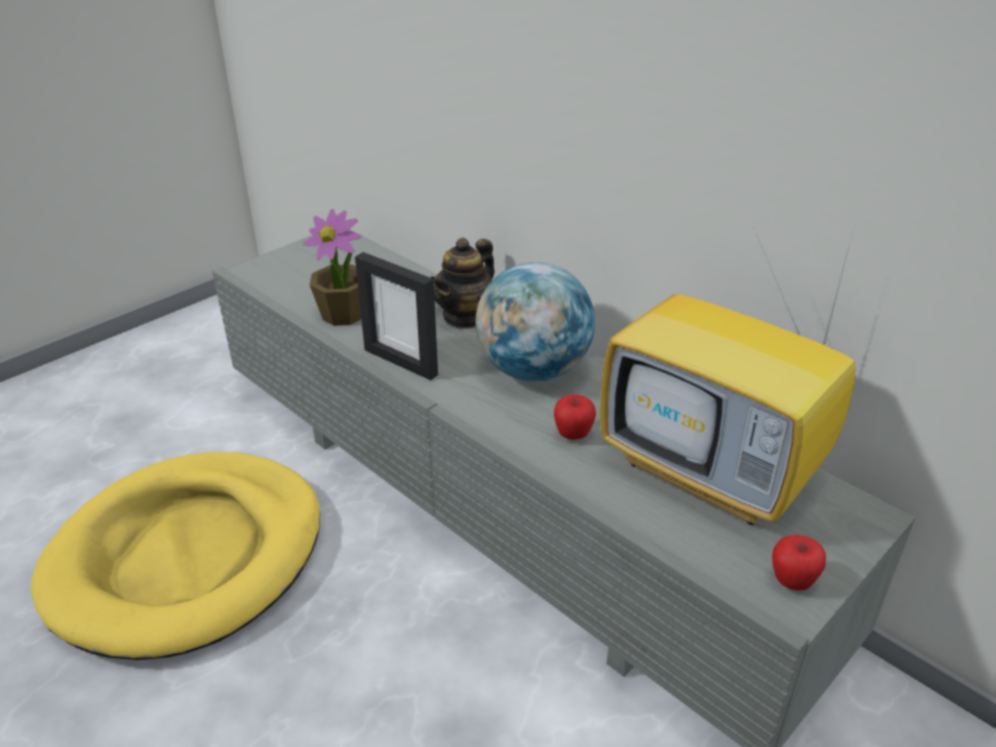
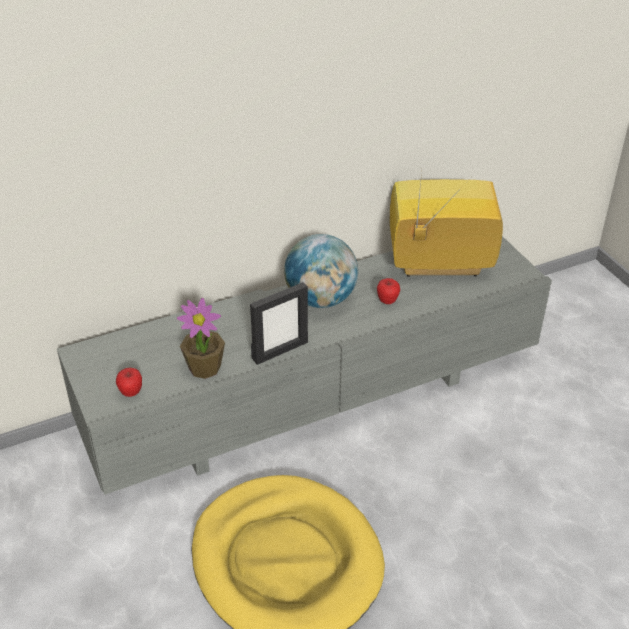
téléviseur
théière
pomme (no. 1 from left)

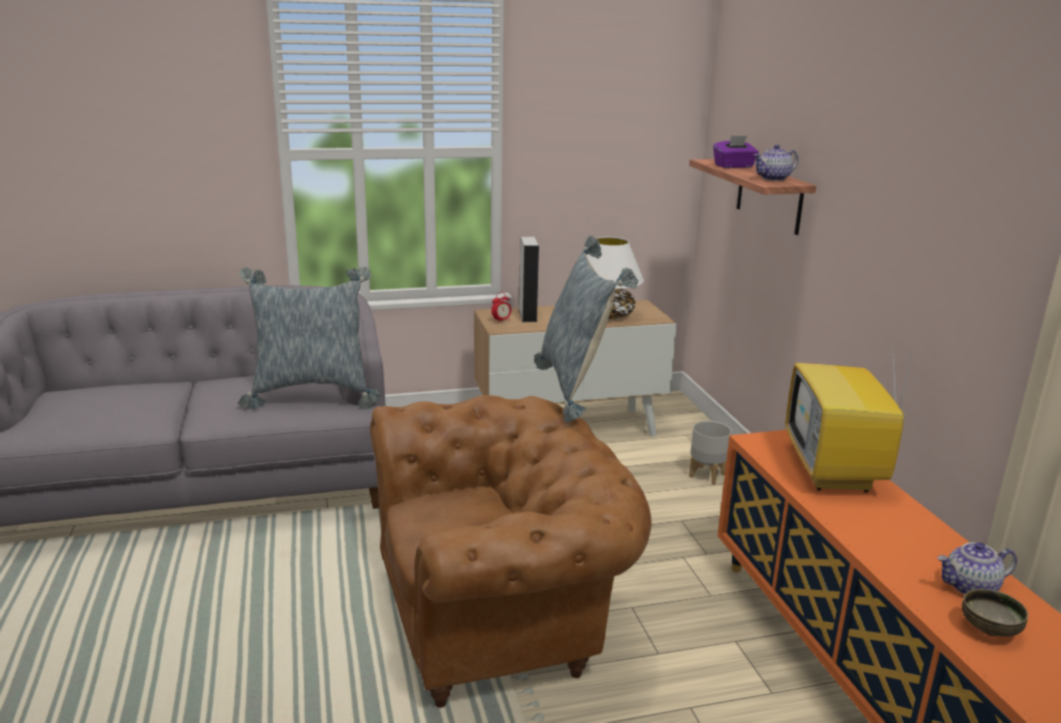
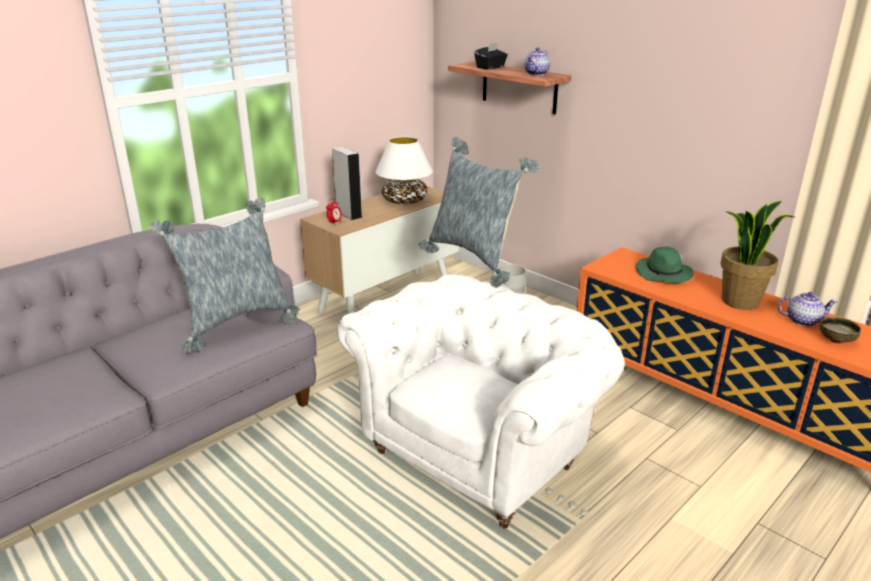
boîte à mouchoirs/noir
chapeau/vert
fauteuil/blanc
théière (no. 2 from left)
plante en pot

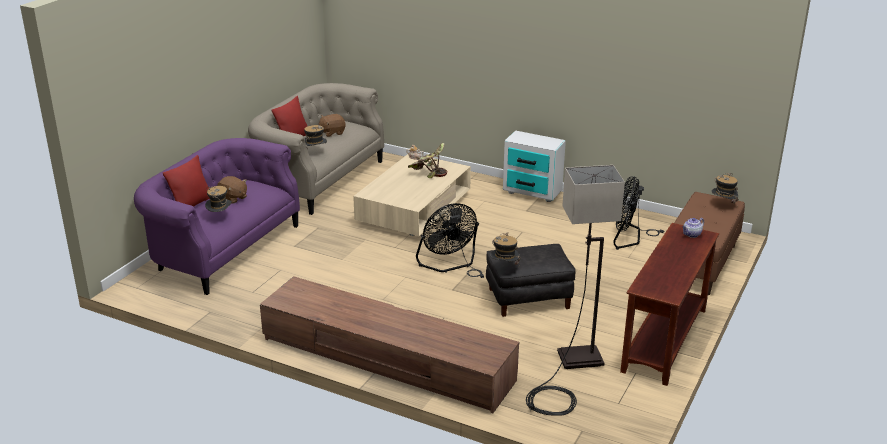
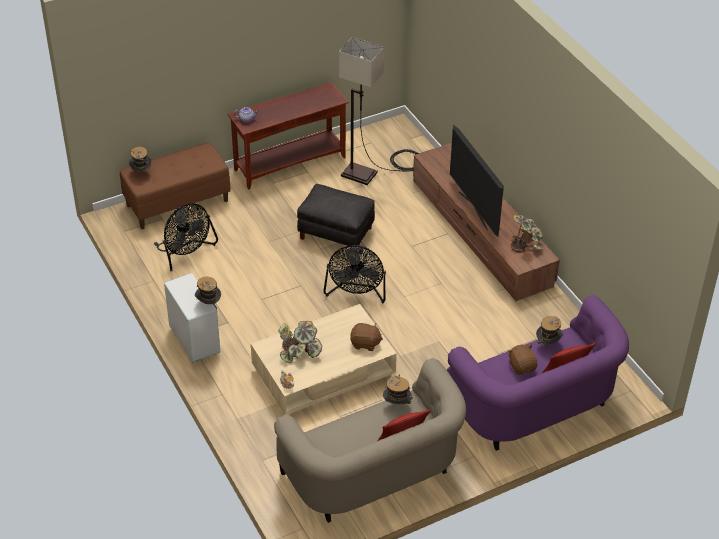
peluche/marron (no. 1 from left)
chapeau (no. 2 from left)
téléviseur
plante en pot (no. 2 from left)

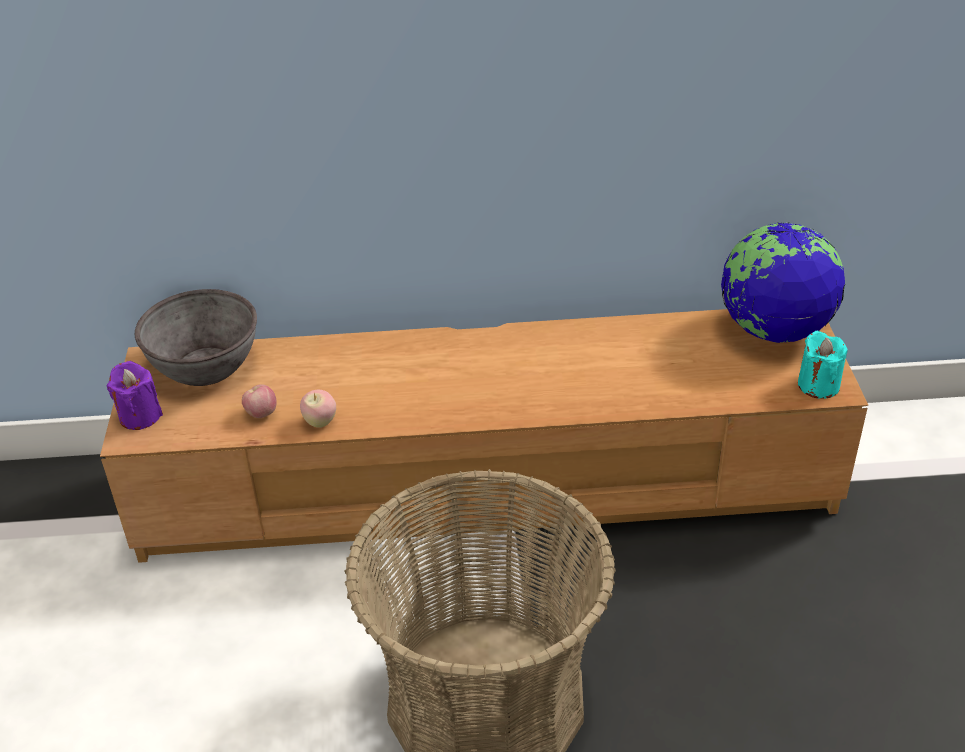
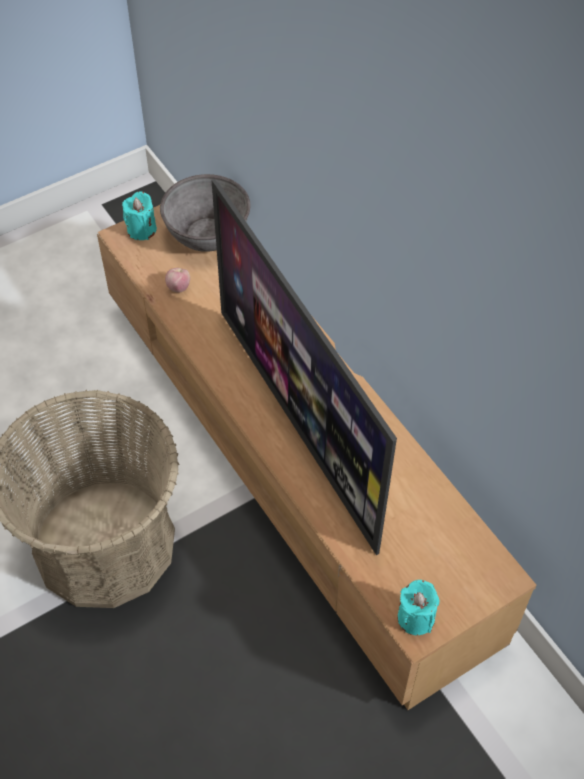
globe
bougie/turquoise (no. 1 from left)
pomme (no. 2 from left in the first image)
téléviseur

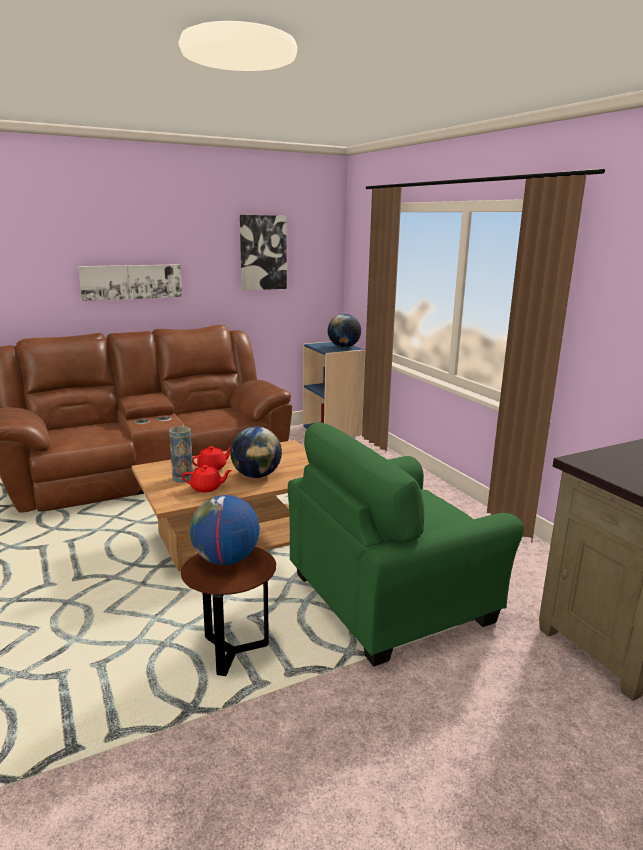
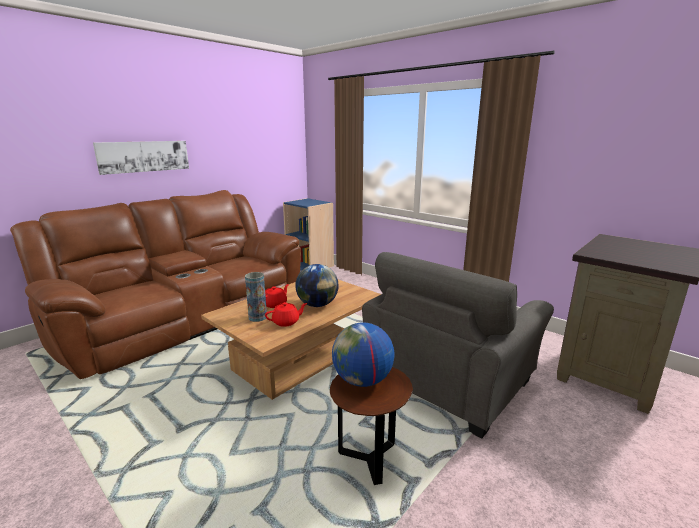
tableau (no. 2 from left in the first image)
globe (no. 3 from left in the first image)
fauteuil/gris

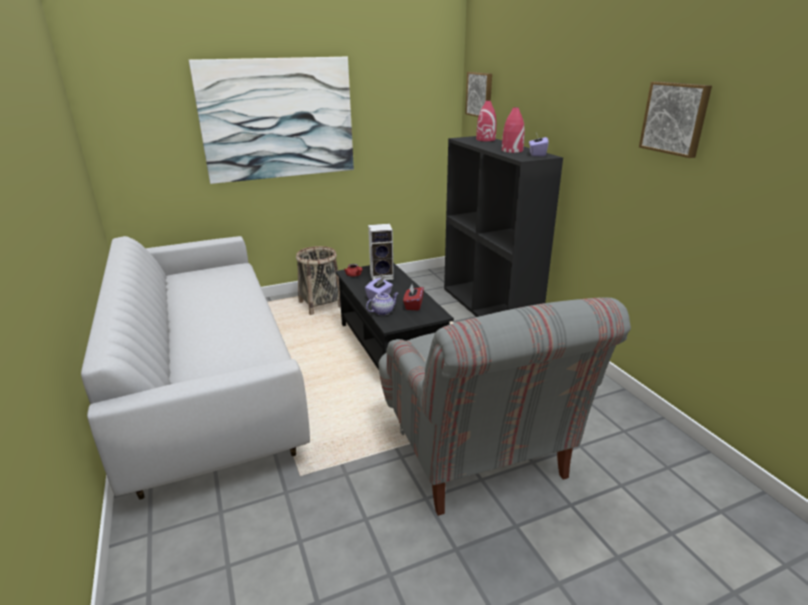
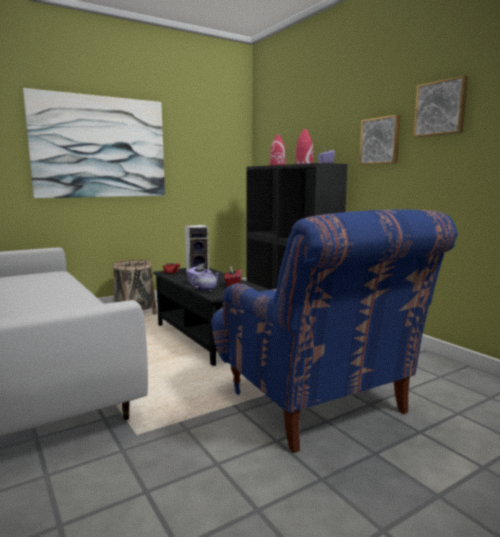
tableau (no. 2 from left)
fauteuil/bleu

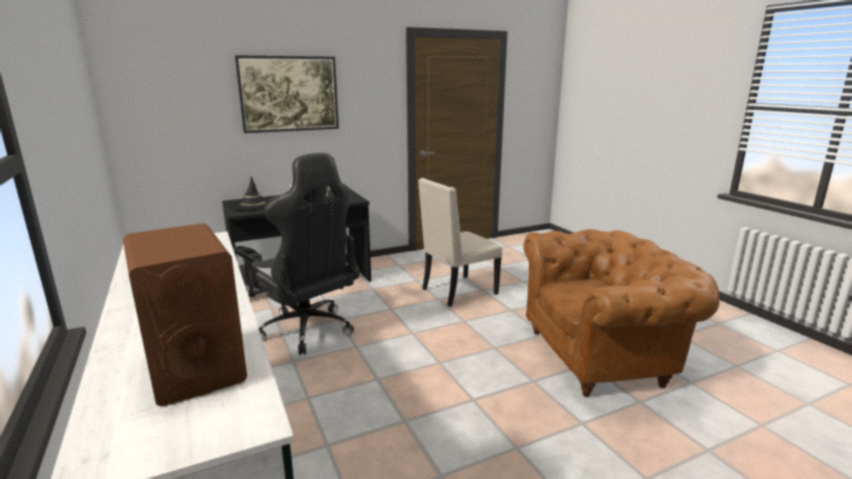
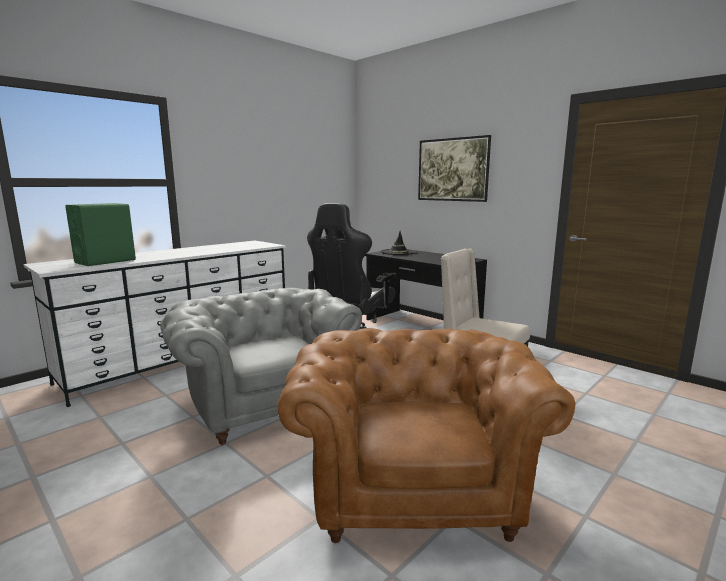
enceinte/vert
fauteuil/marron
fauteuil/gris

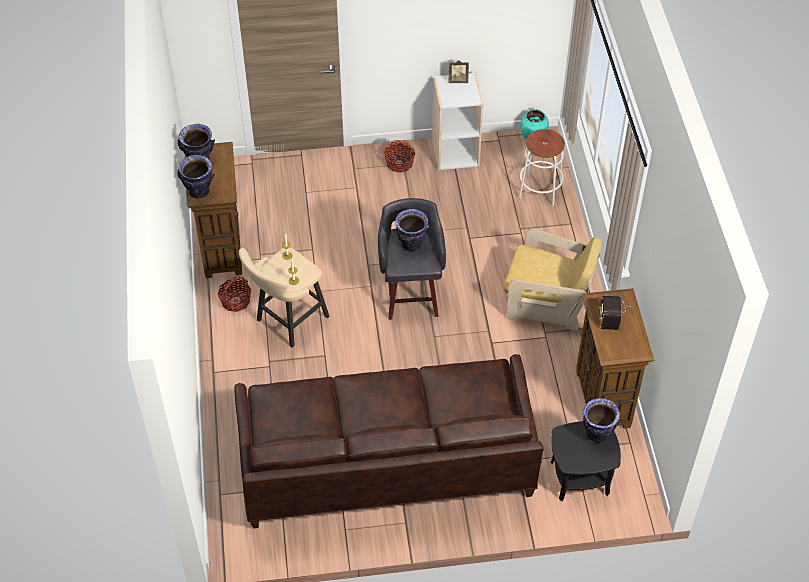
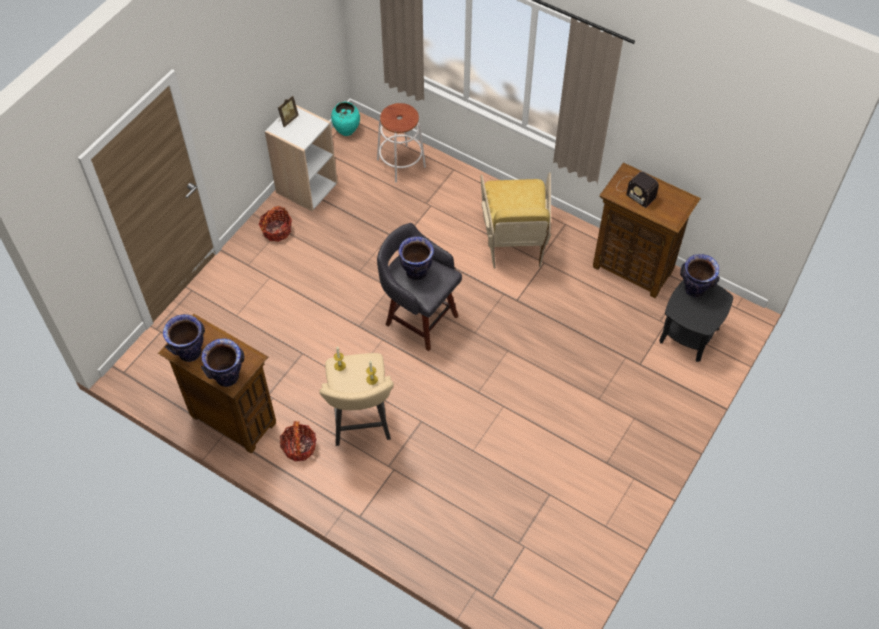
fauteuil/jaune
canapé/marron

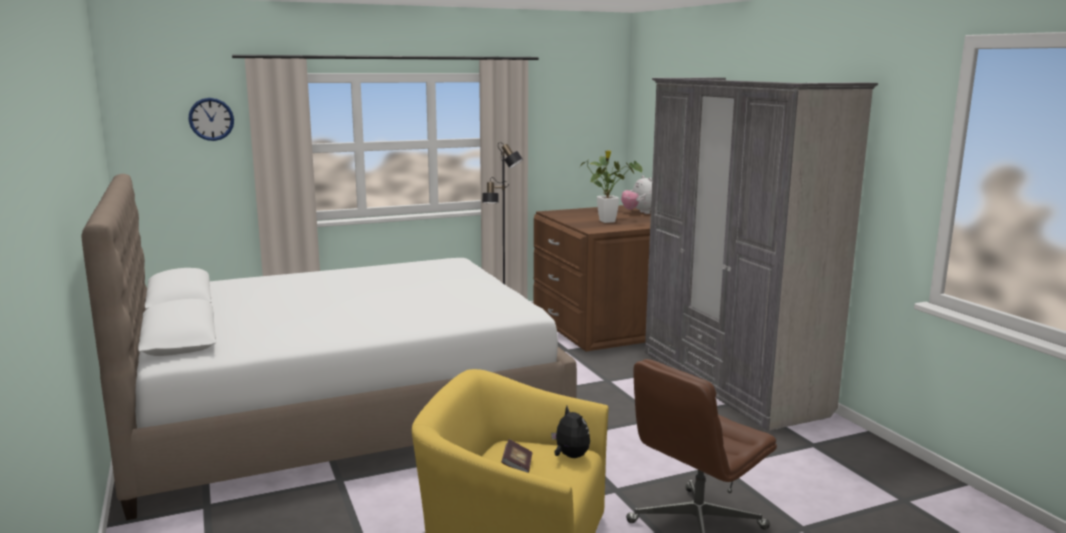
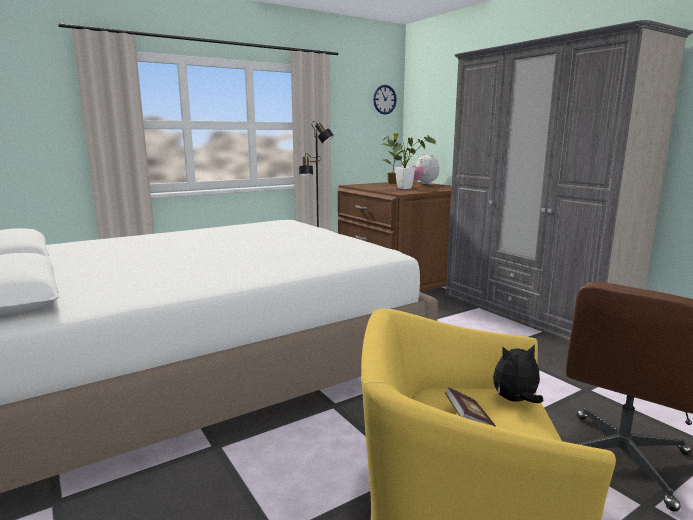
horloge murale
peluche (no. 2 from left)

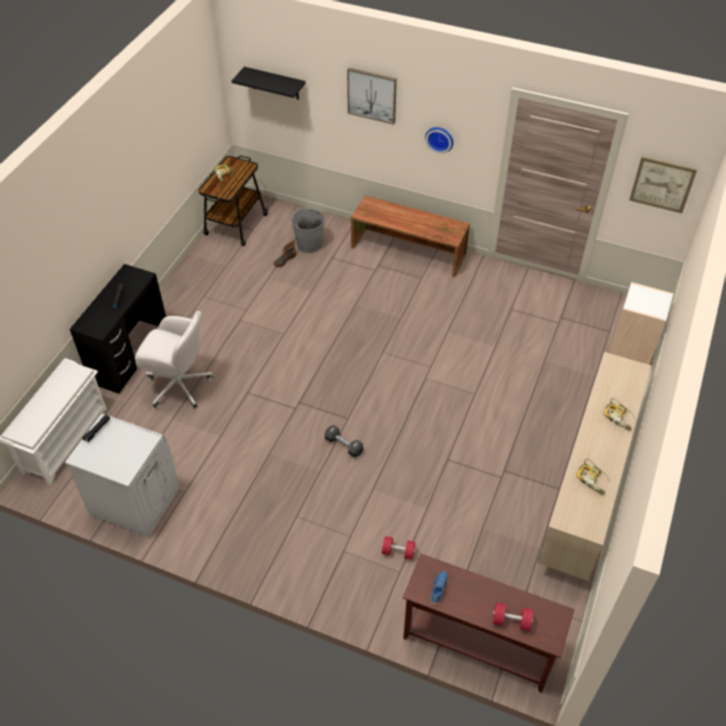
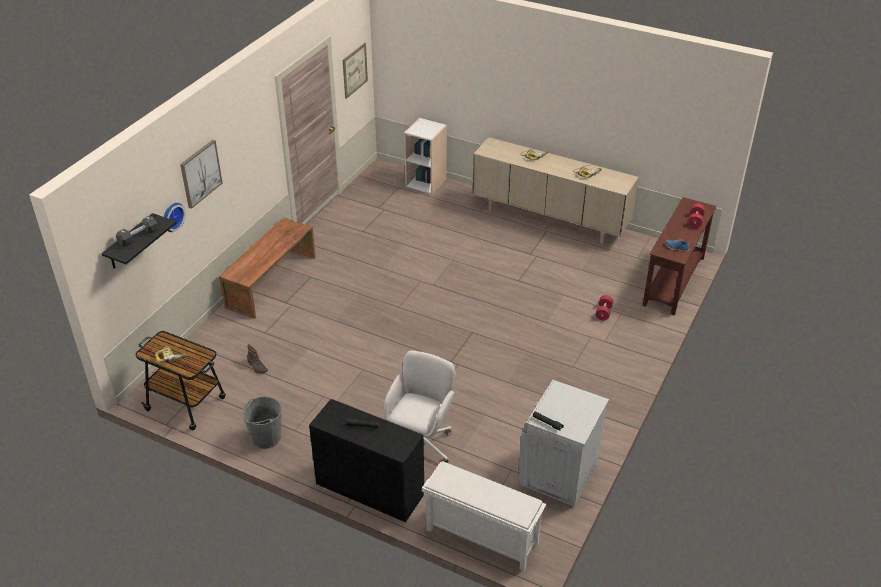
horloge murale
seau/gris
haltère/noir

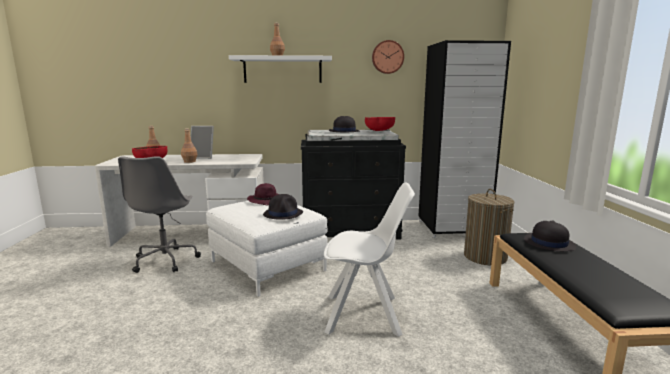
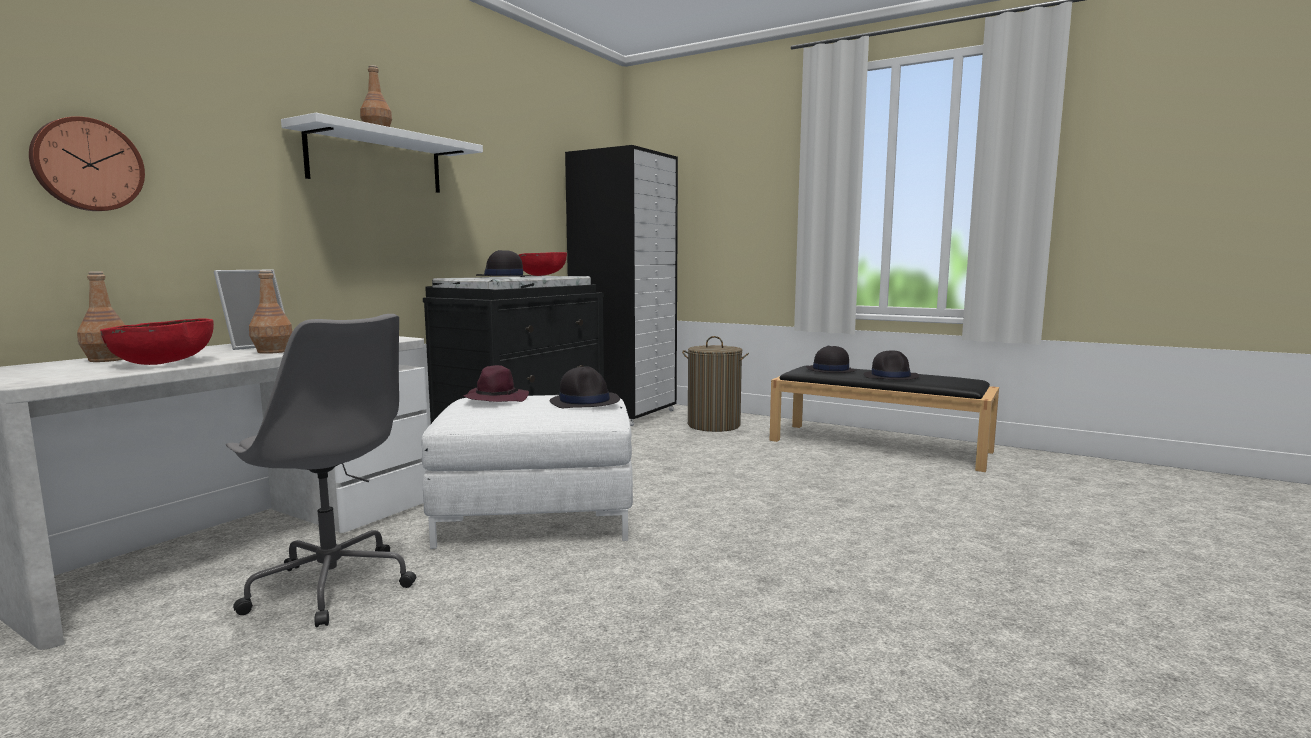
horloge murale
chaise/blanc
chapeau/noir (no. 4 from left)

